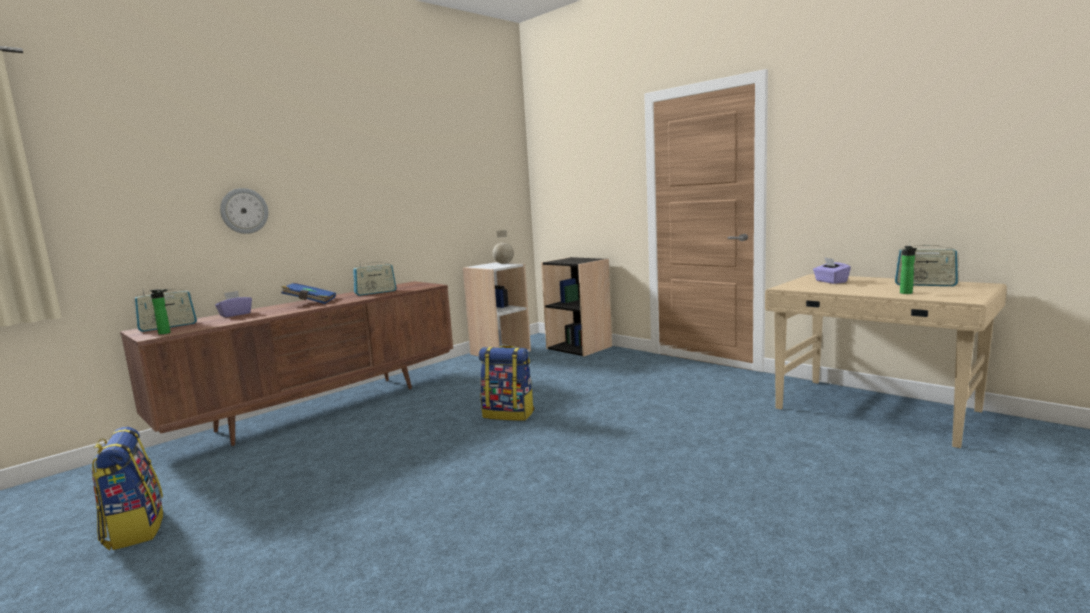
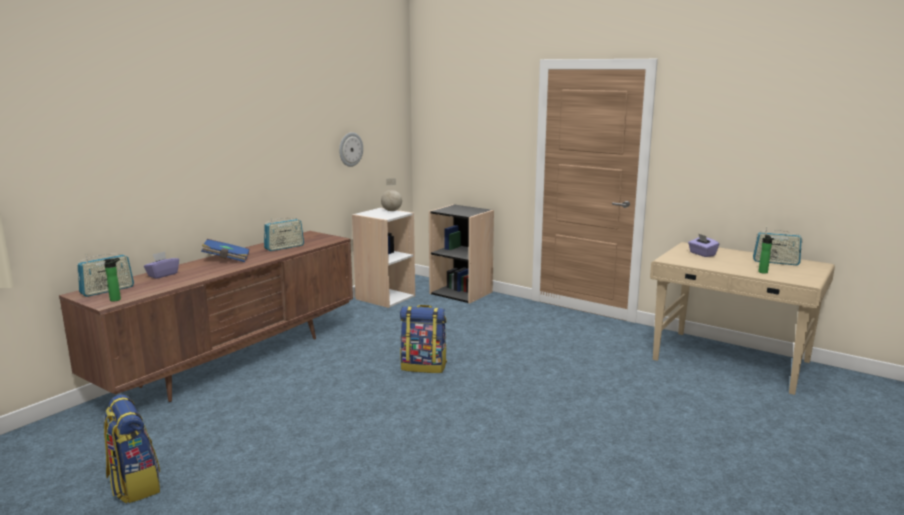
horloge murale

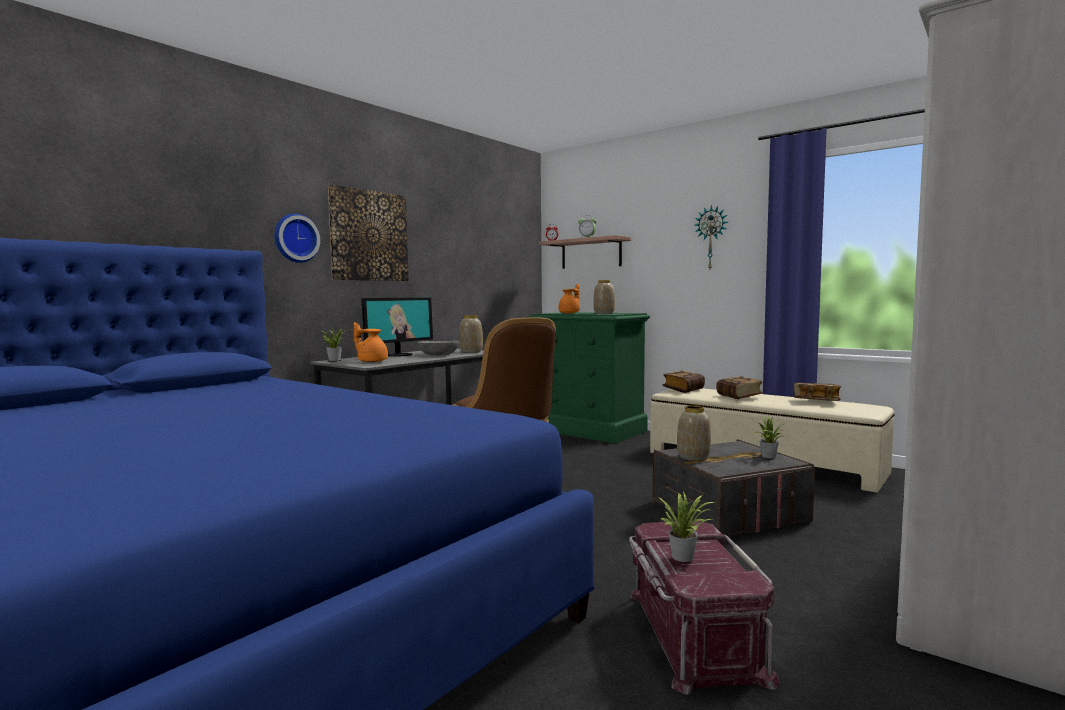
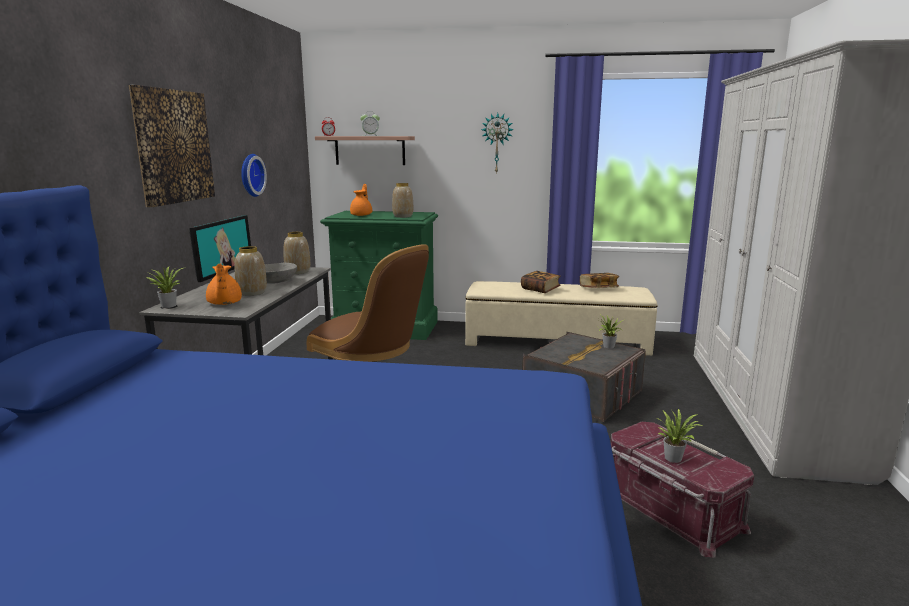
horloge murale (no. 1 from left)
théière/orange (no. 1 from left)
livre (no. 1 from left in the first image)
vase (no. 1 from left)

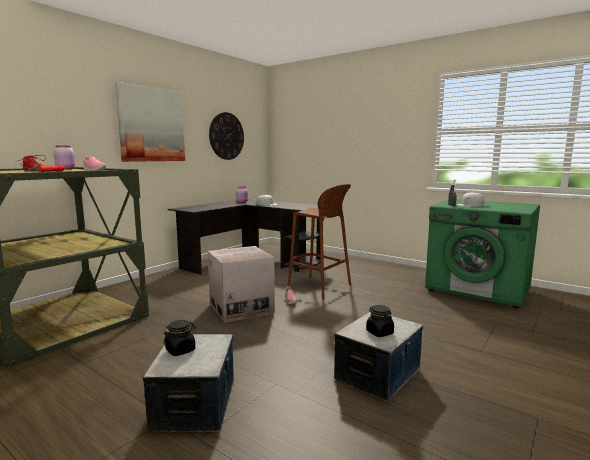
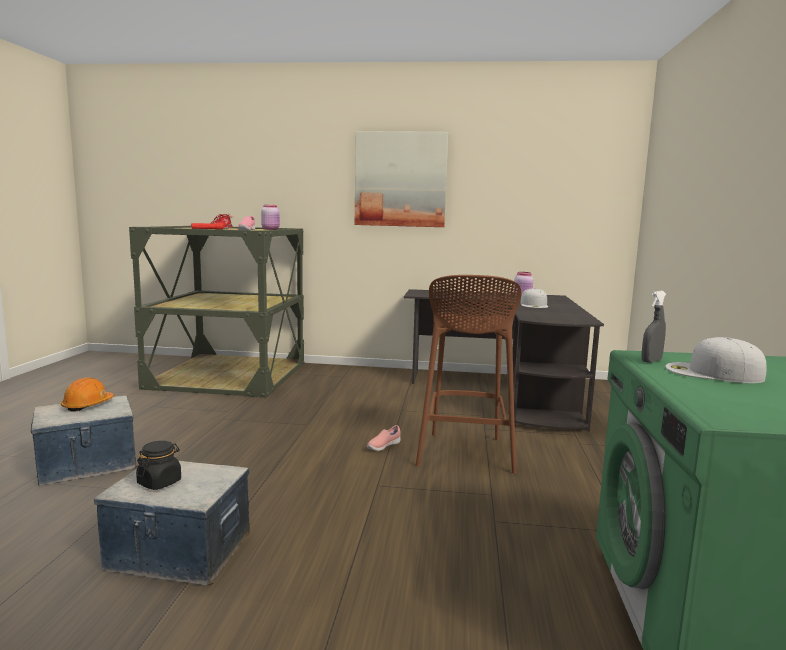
horloge murale
carton
casque de chantier/orange

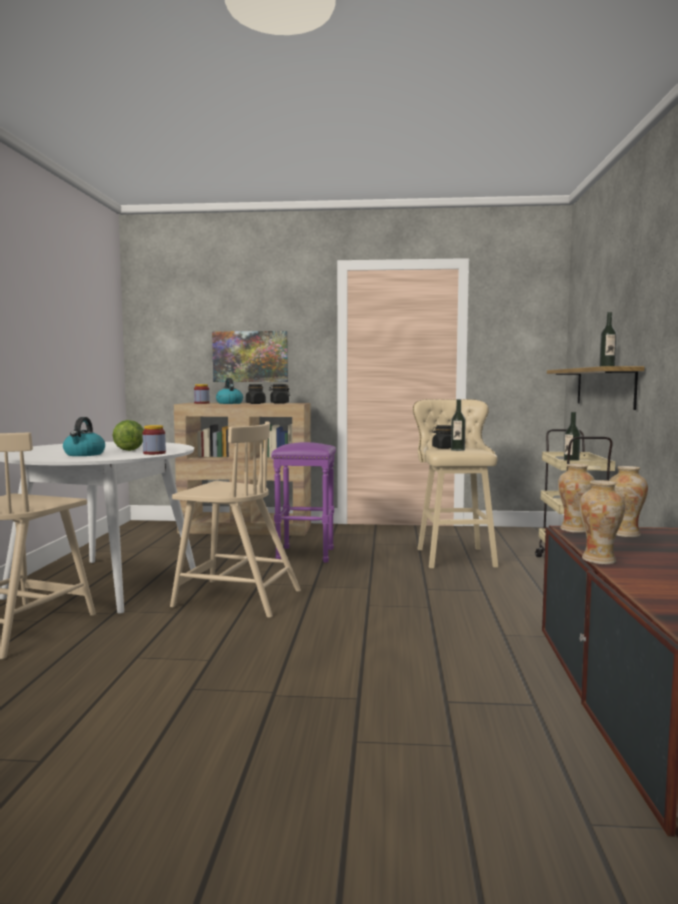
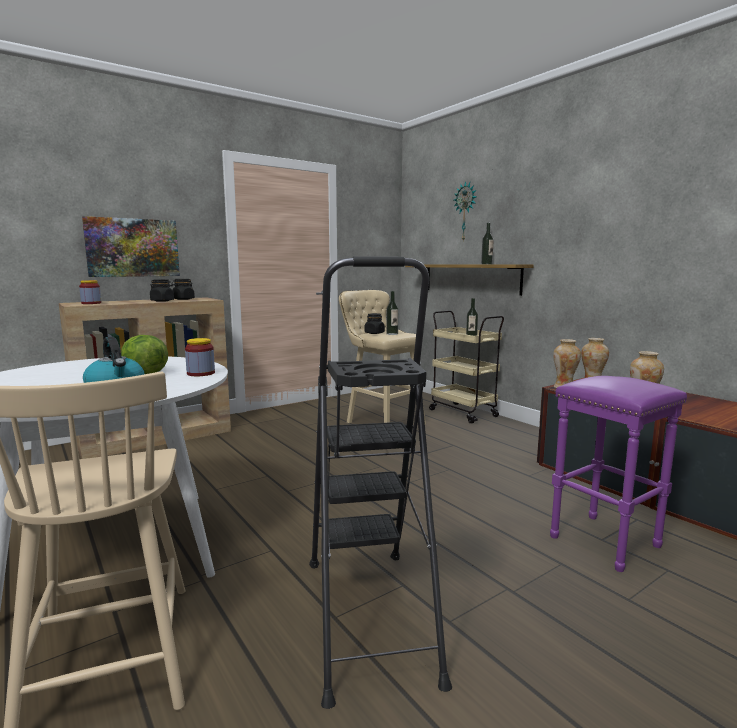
bouilloire (no. 2 from left in the first image)
chaise/beige (no. 2 from left in the first image)
tabouret/violet
horloge murale
escabeau

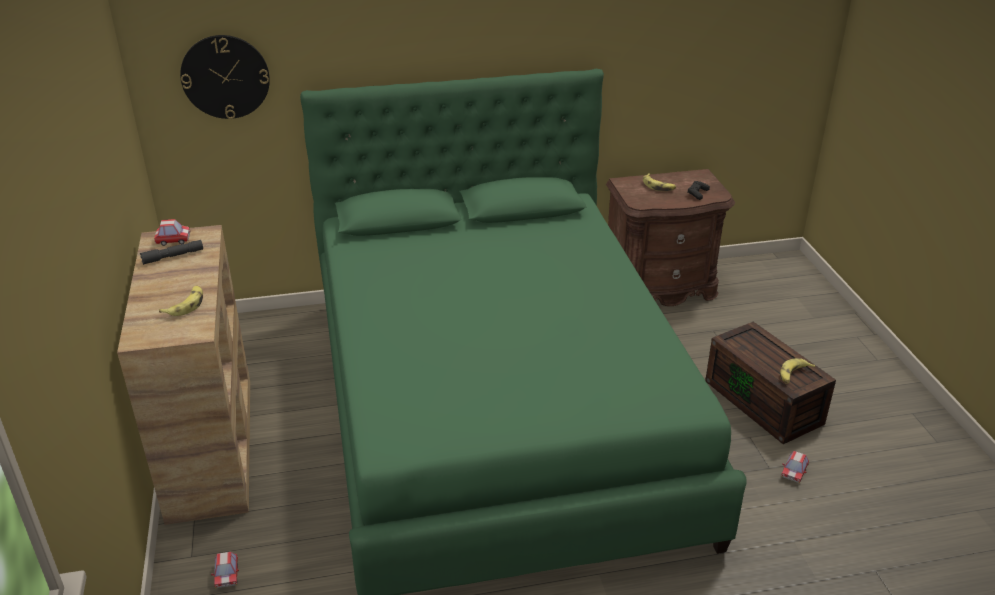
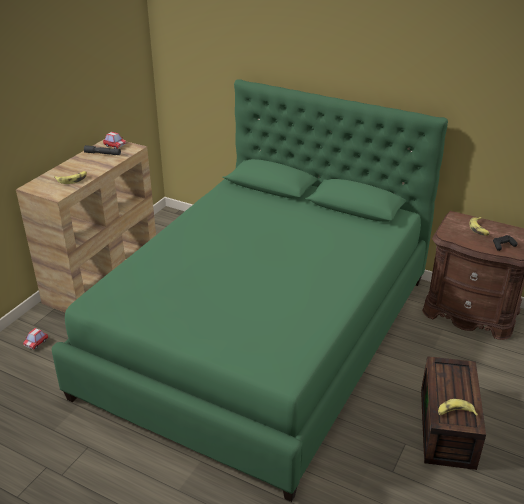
horloge murale
petite voiture (no. 3 from left in the first image)

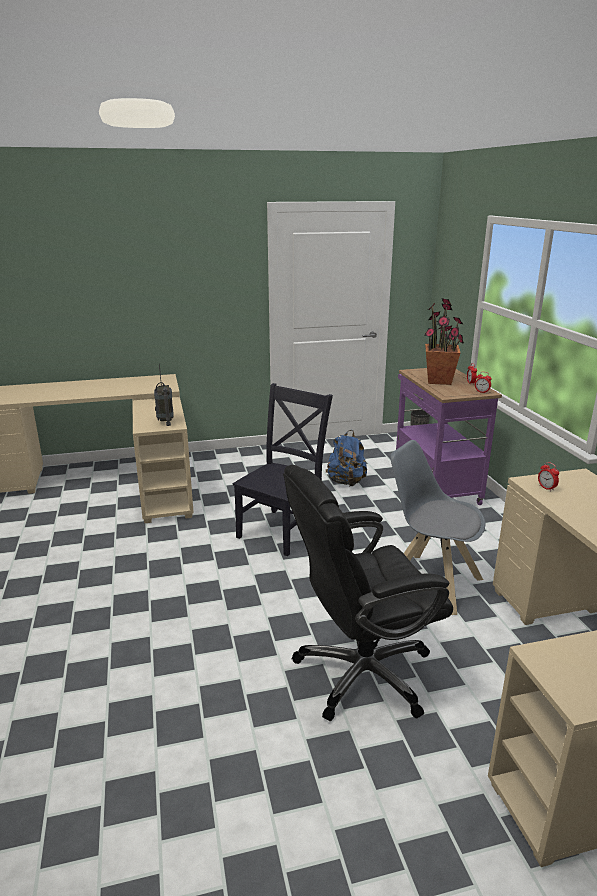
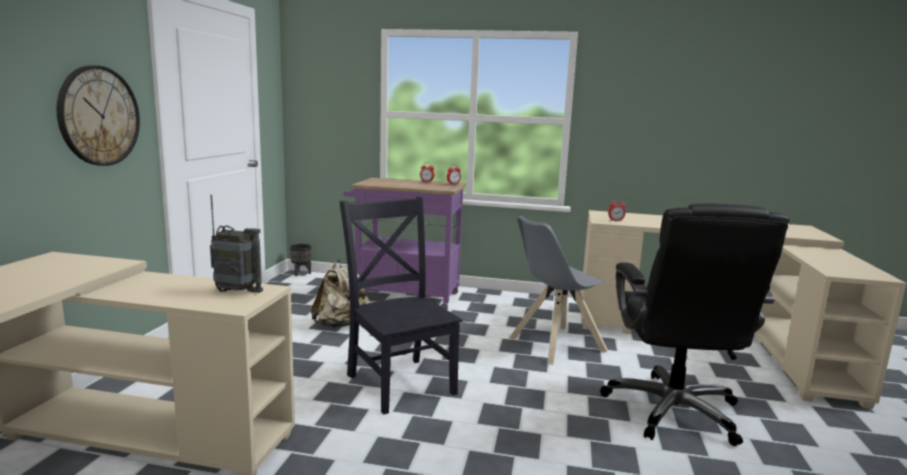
plante en pot
sac à dos/beige
horloge murale

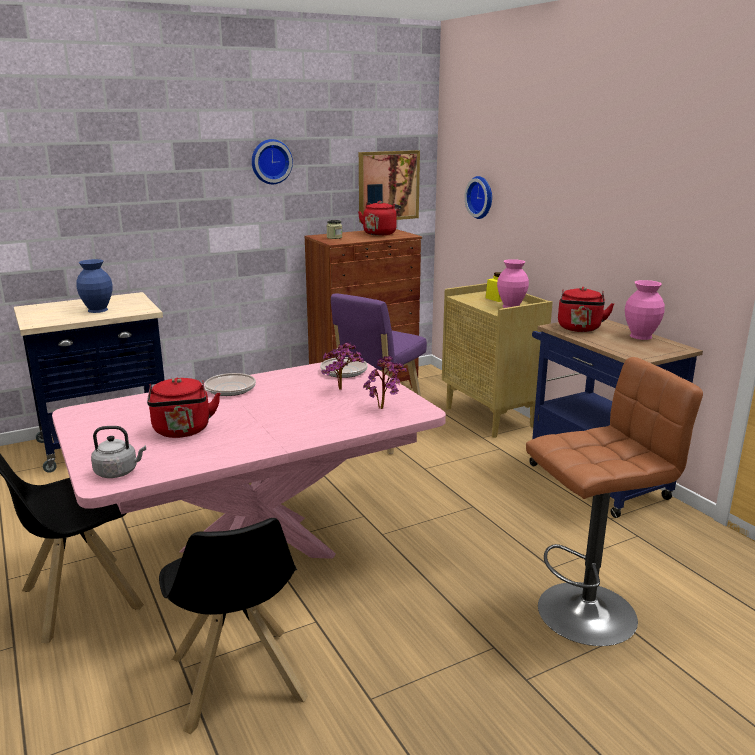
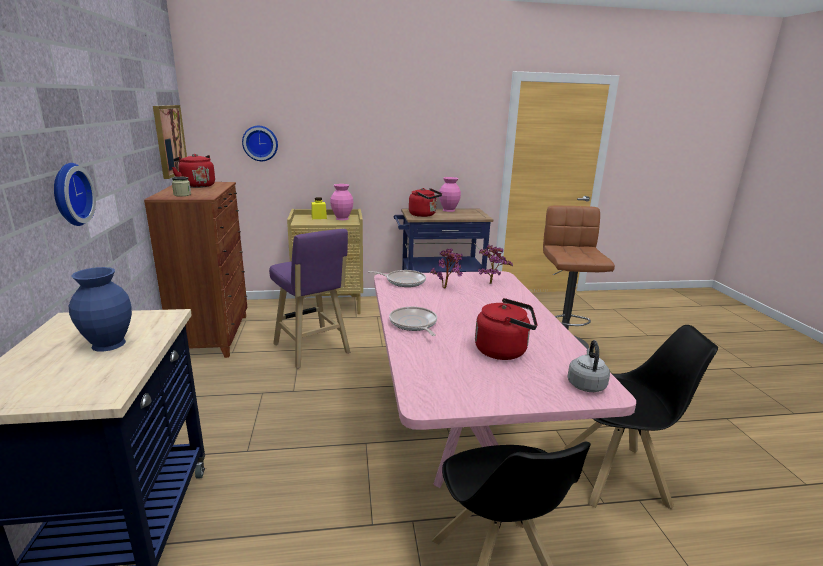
horloge murale (no. 1 from left)

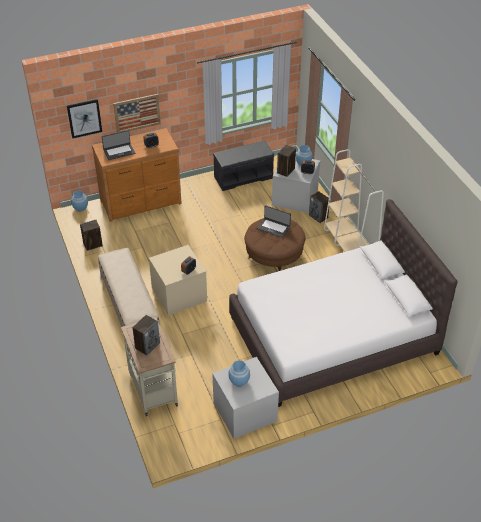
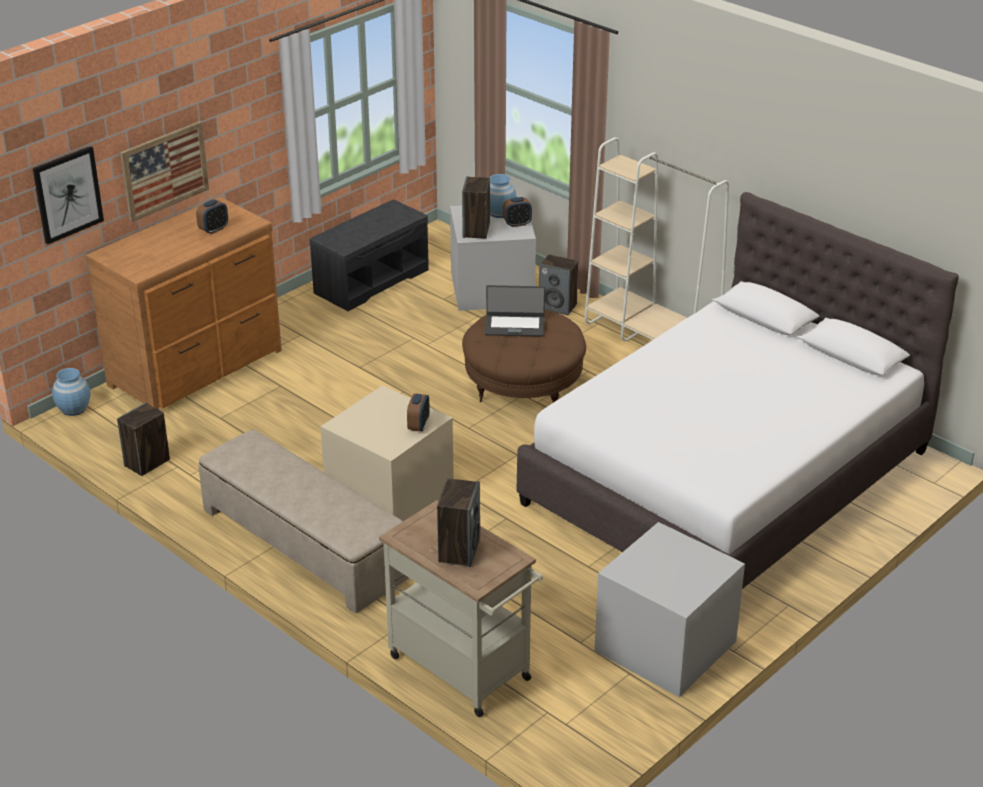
ordinateur portable (no. 1 from left in the first image)
vase/bleu (no. 2 from left in the first image)

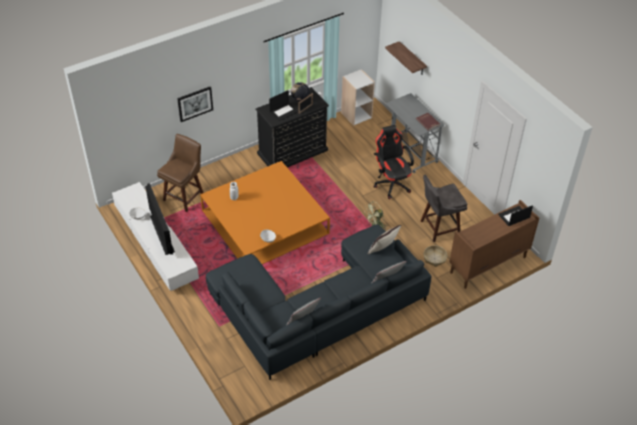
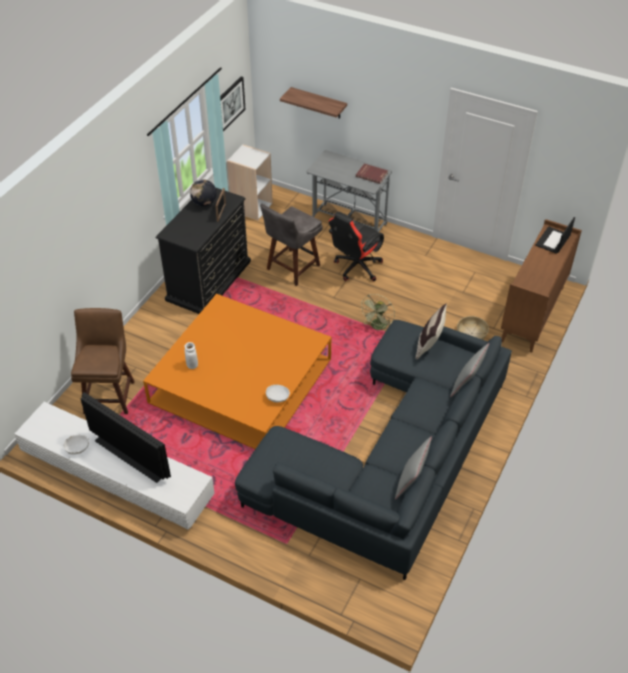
tableau
ordinateur portable (no. 1 from left in the first image)
chaise de bureau/noir
tabouret/gris

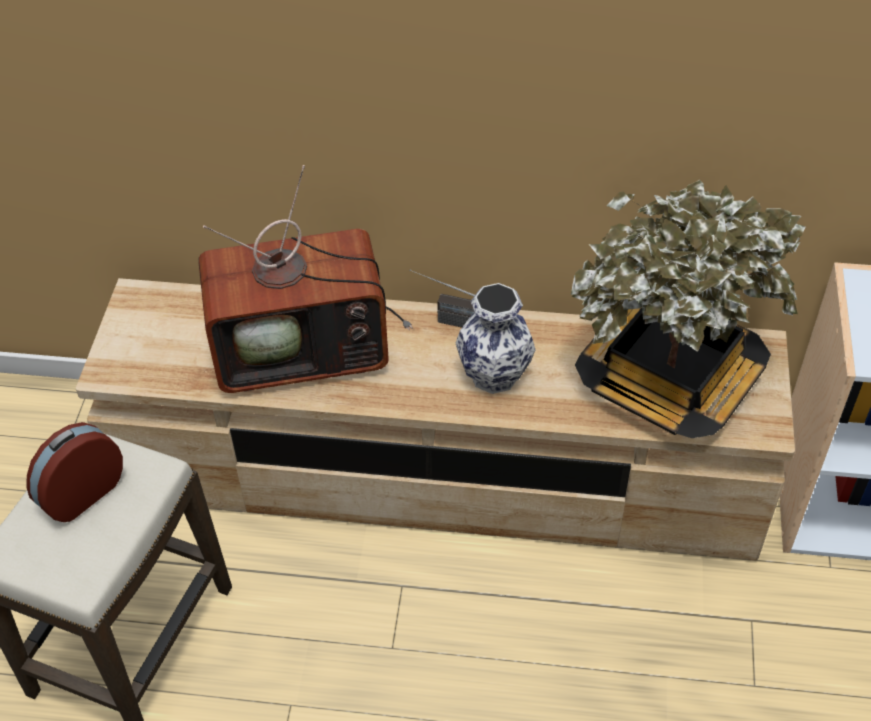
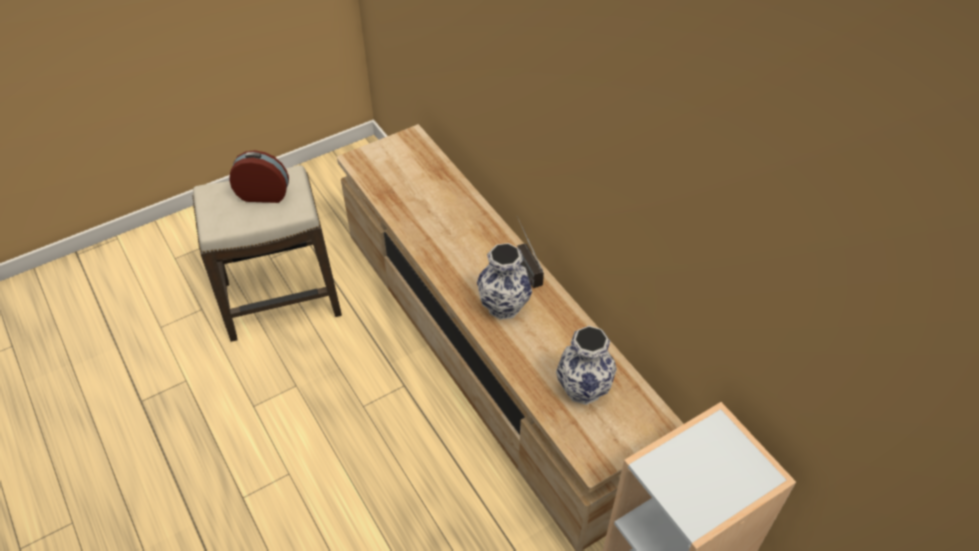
téléviseur
vase (no. 2 from left)

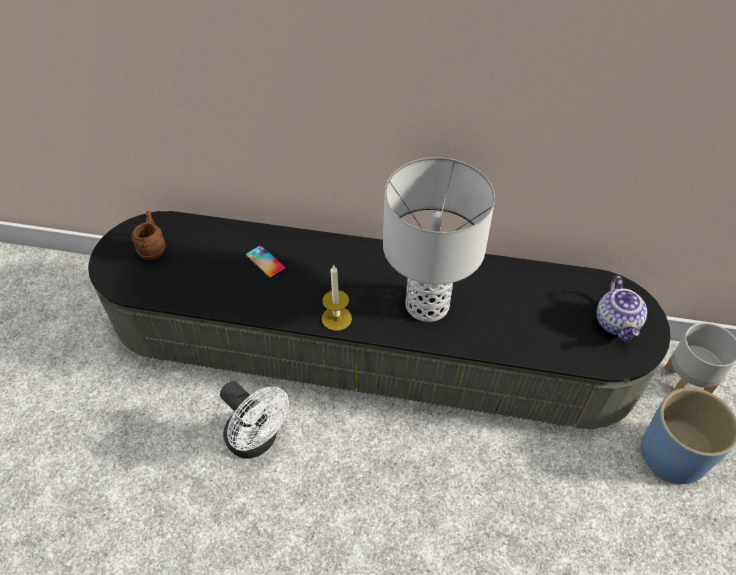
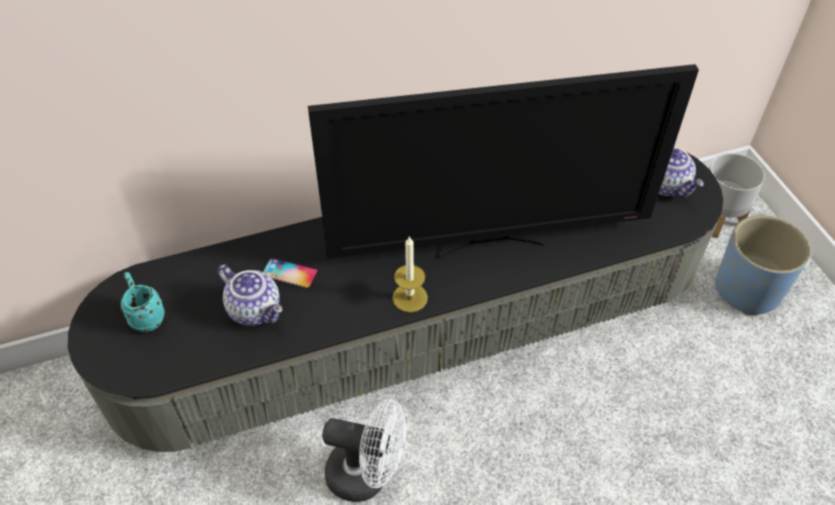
téléviseur
mug/turquoise
théière (no. 1 from left)

